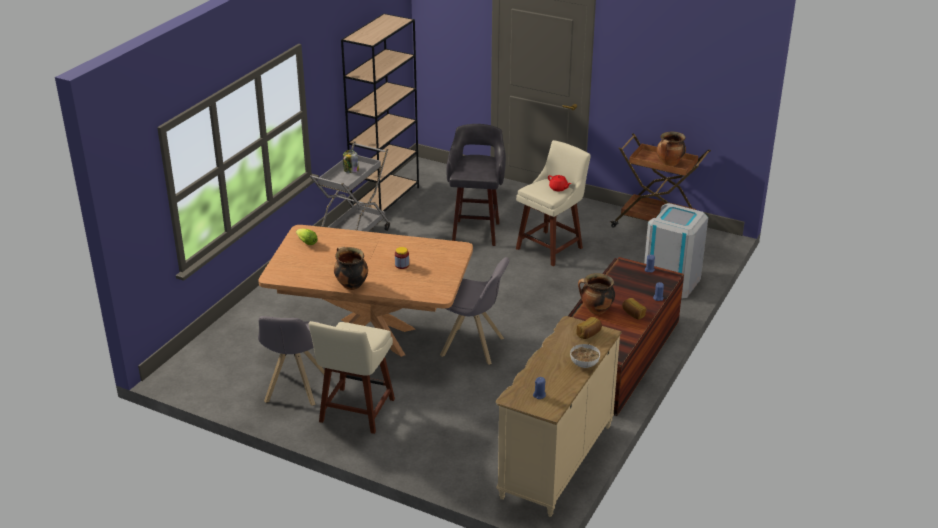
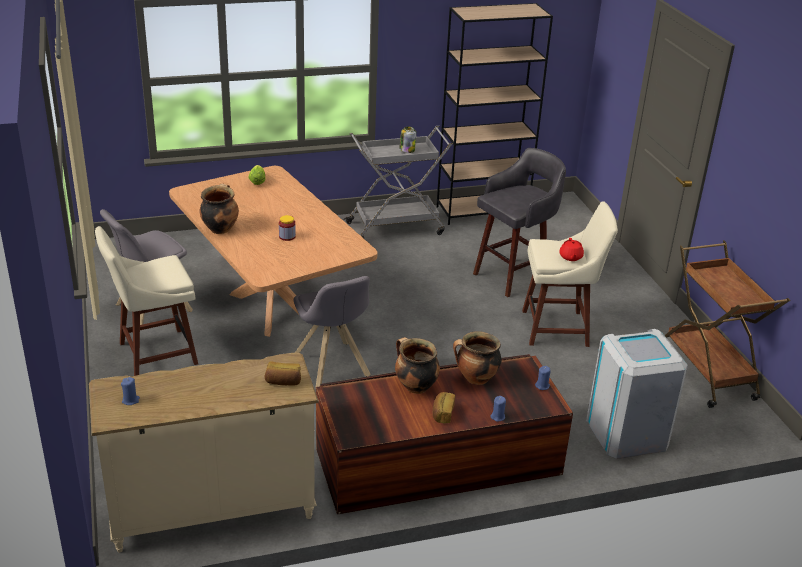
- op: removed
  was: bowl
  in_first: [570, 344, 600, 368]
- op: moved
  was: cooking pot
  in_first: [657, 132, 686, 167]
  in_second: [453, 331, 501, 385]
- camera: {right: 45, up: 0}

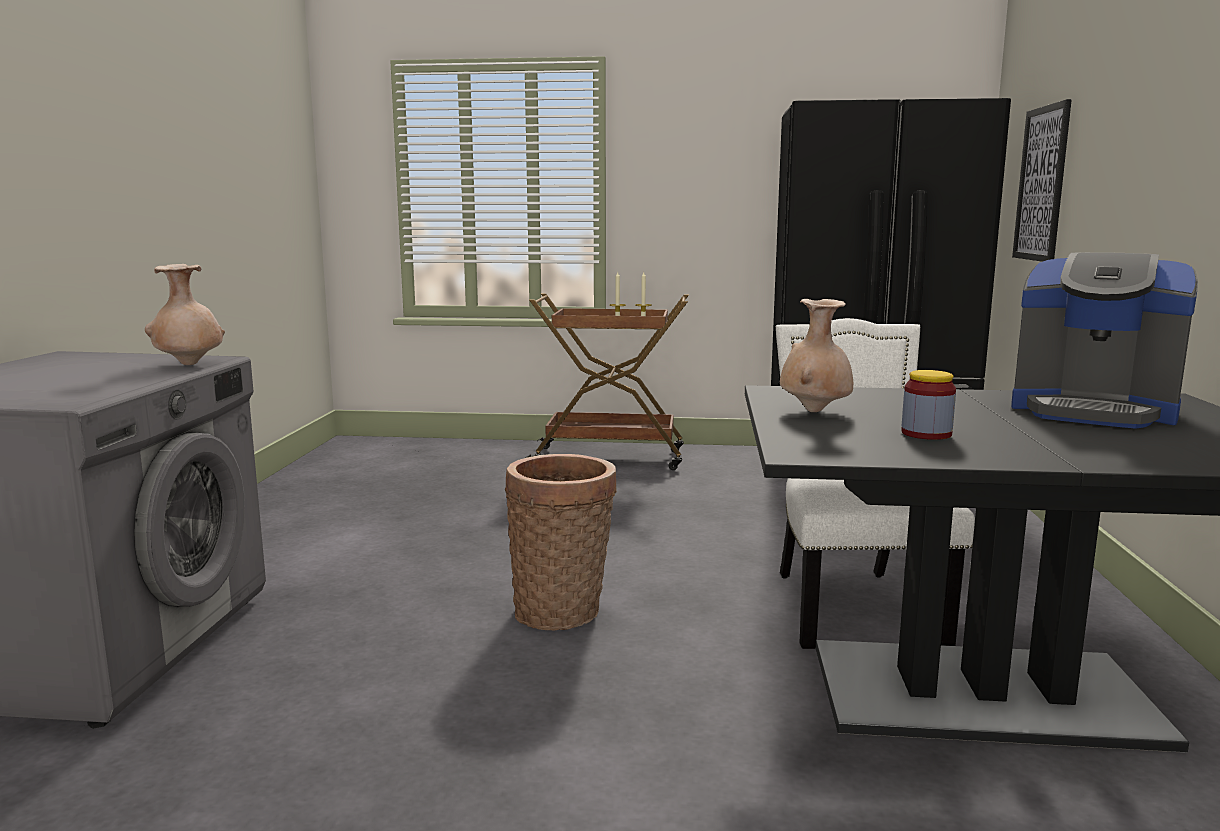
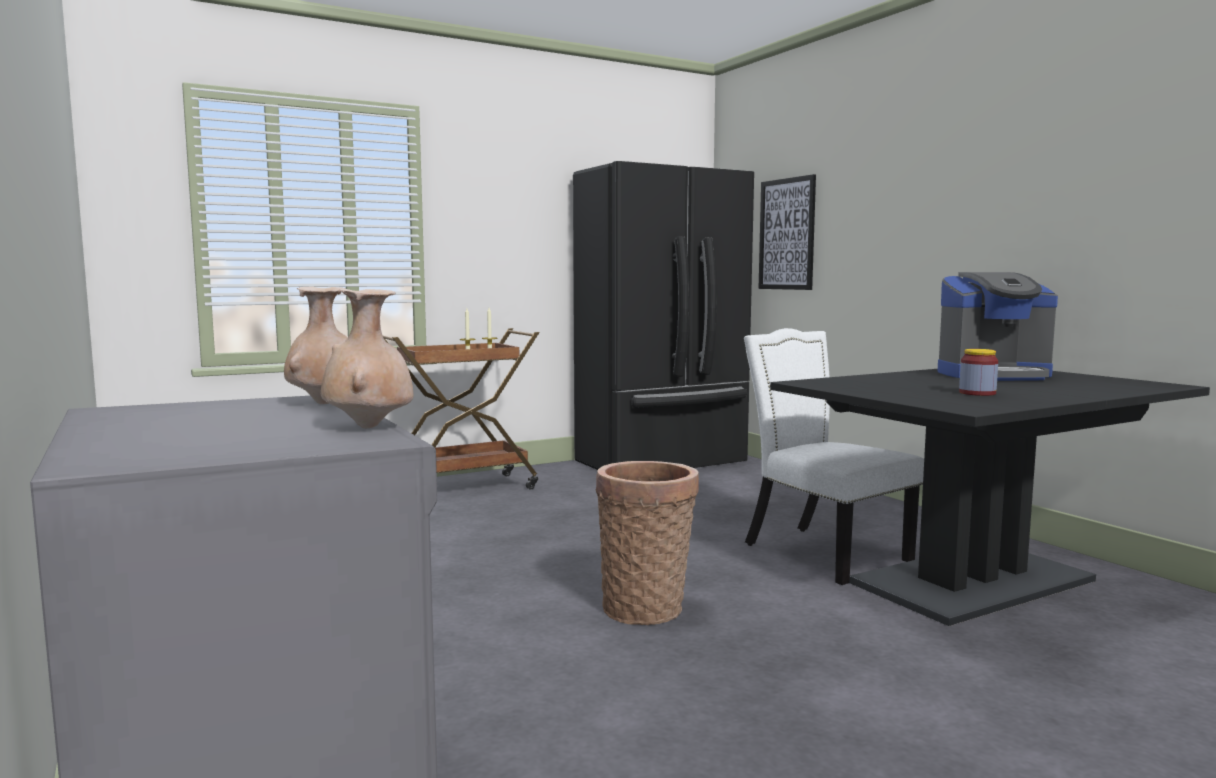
- op: moved
  was: sand-coloured vase
  in_first: [780, 299, 853, 412]
  in_second: [321, 289, 413, 428]
- camera: {right: -35, up: -5}

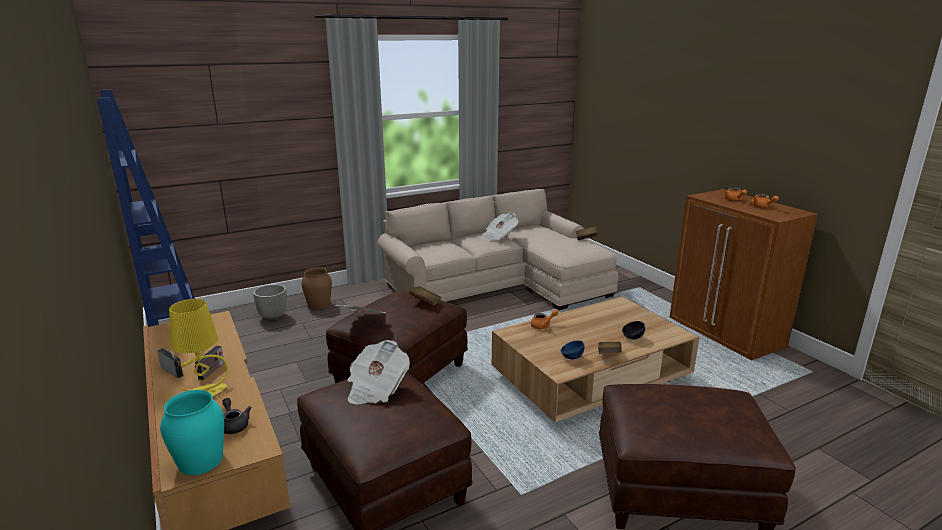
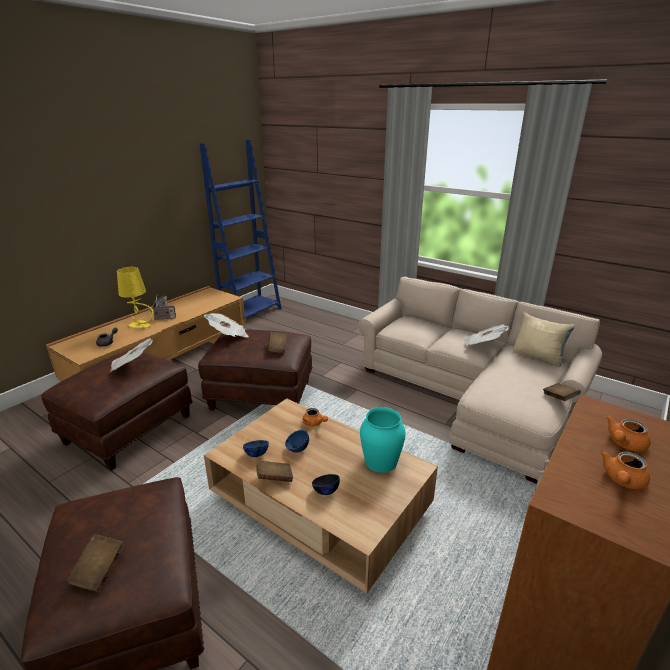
- op: moved
  was: turquoise vase
  in_first: [160, 390, 224, 475]
  in_second: [360, 407, 406, 473]
- op: removed
  was: gray plant pot
  in_first: [253, 284, 287, 320]
- op: removed
  was: brown vase
  in_first: [301, 267, 332, 309]
- op: added
  now: brown volume
  in_second: [66, 534, 124, 591]
- op: added
  now: blue-coloured bowl
  in_second: [285, 430, 309, 453]
- op: added
  now: sand-coloured pillow
  in_second: [512, 312, 575, 367]
- camera: {right: 65, up: 5}

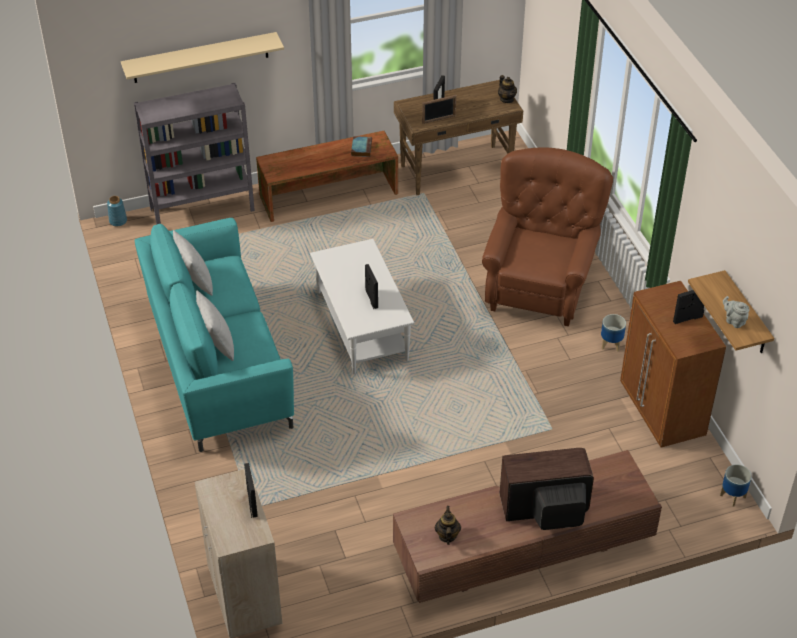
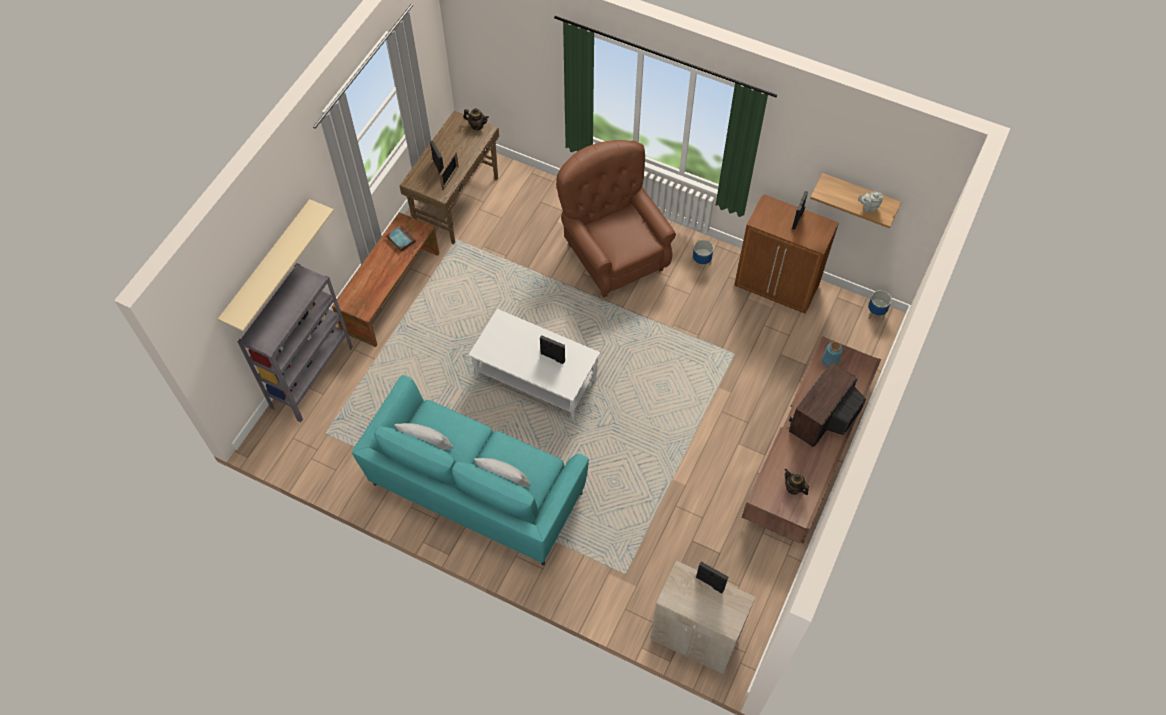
- op: moved
  was: blue-coloured vase
  in_first: [107, 196, 127, 226]
  in_second: [821, 342, 843, 367]
- camera: {right: -45, up: 15}

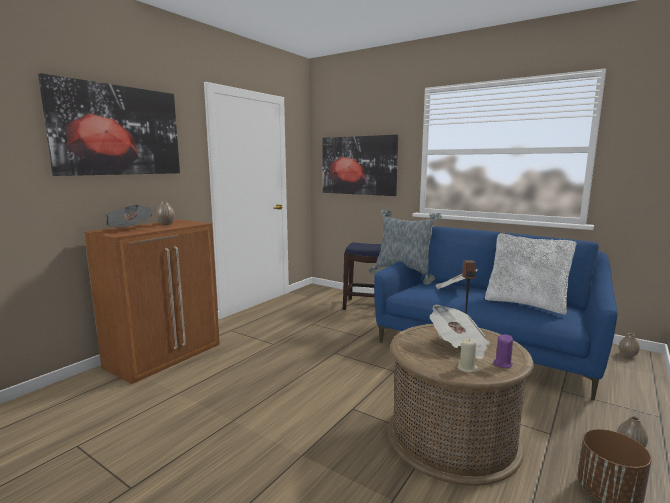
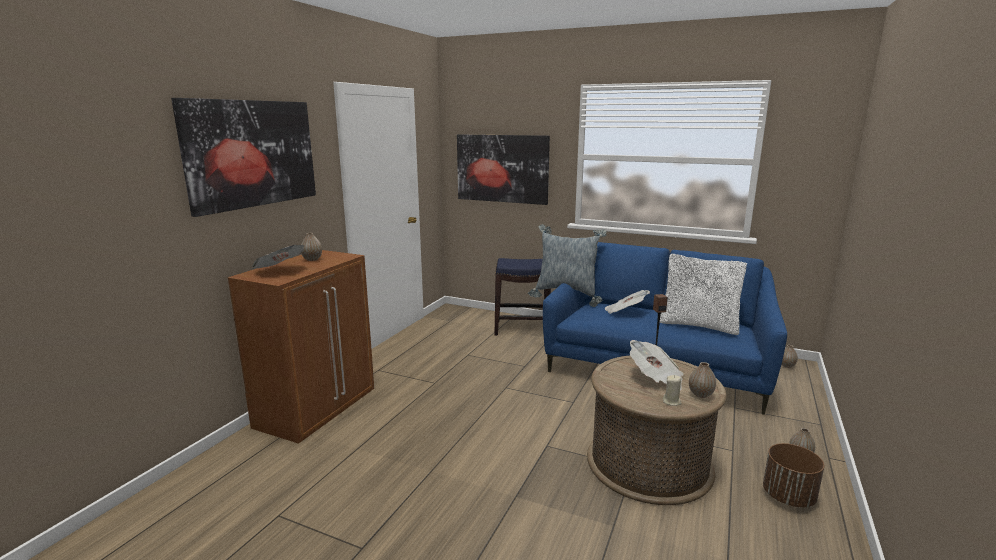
- op: replaced
  was: purplish wax candle
  now: vase
  in_first: [493, 334, 513, 369]
  in_second: [689, 362, 716, 398]
- camera: {right: -10, up: 5}

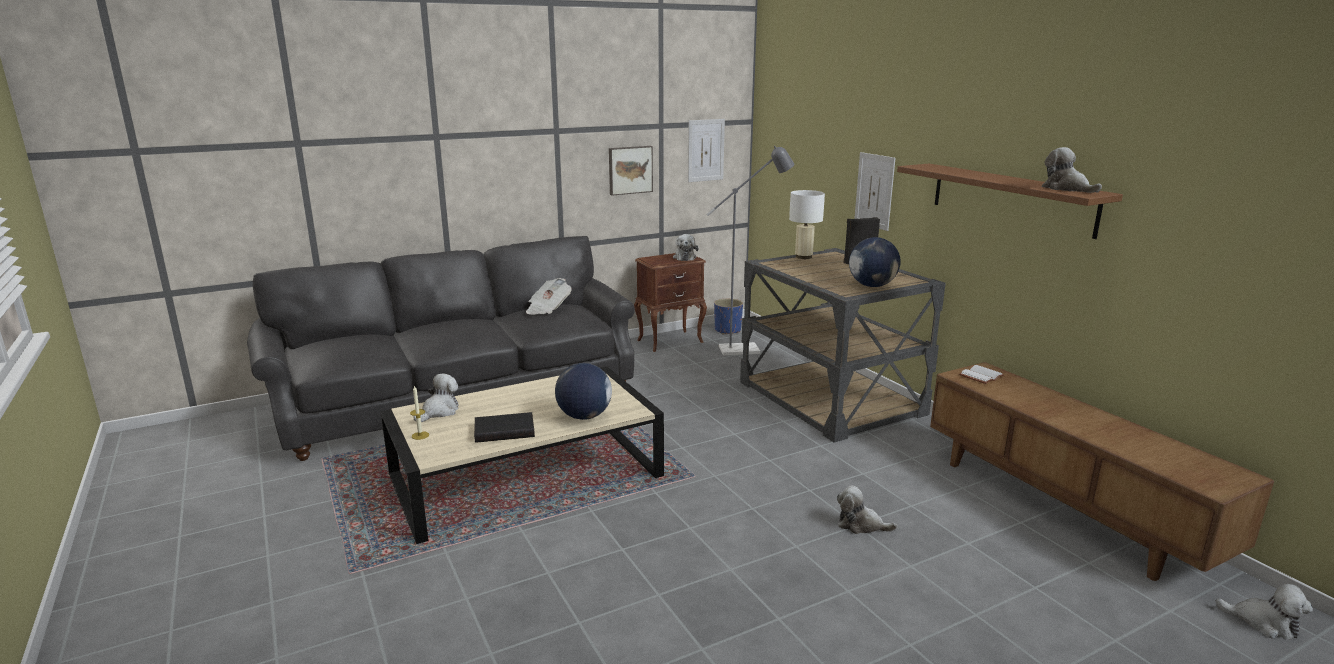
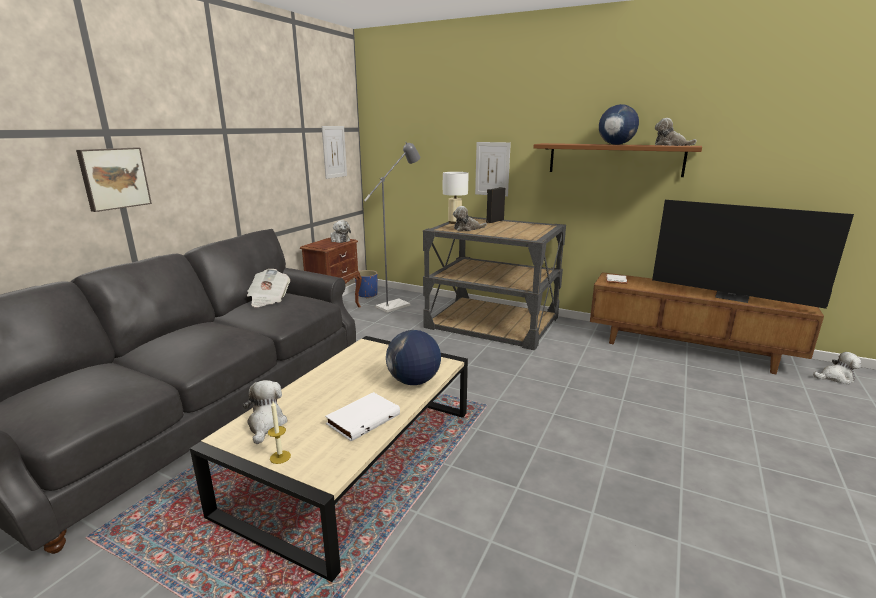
- op: recoloured
  was: blackish volume
  now: white volume
  in_first: [474, 412, 535, 443]
  in_second: [325, 392, 400, 441]
- op: moved
  was: wall art
  in_first: [609, 146, 653, 196]
  in_second: [76, 148, 152, 212]
- op: moved
  was: cuddly toy
  in_first: [837, 486, 898, 534]
  in_second: [453, 206, 487, 231]
- op: moved
  was: globe
  in_first: [849, 237, 901, 287]
  in_second: [599, 104, 639, 145]
- op: added
  now: TV
  in_second: [652, 200, 854, 309]
- camera: {right: -35, up: 0}

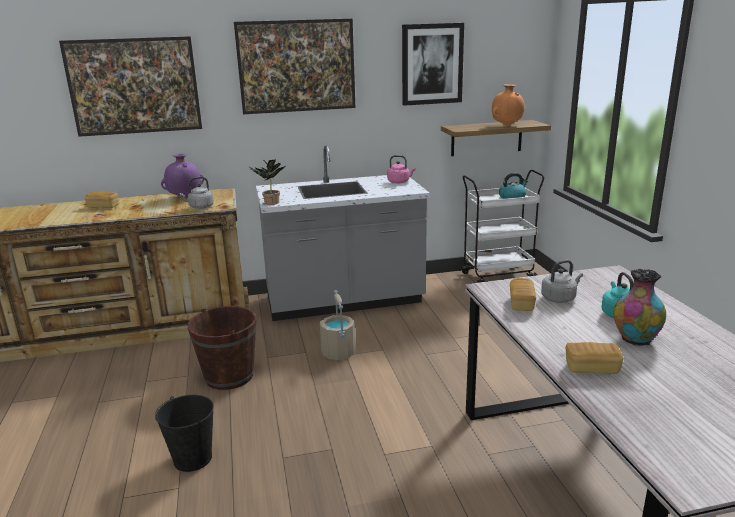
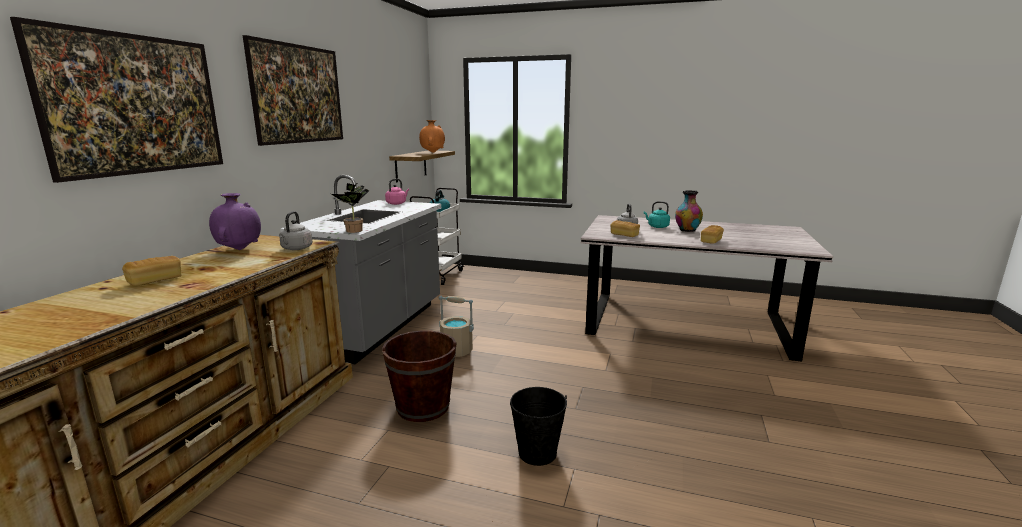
- op: removed
  was: wall art
  in_first: [402, 23, 464, 106]
- camera: {right: -60, up: -5}

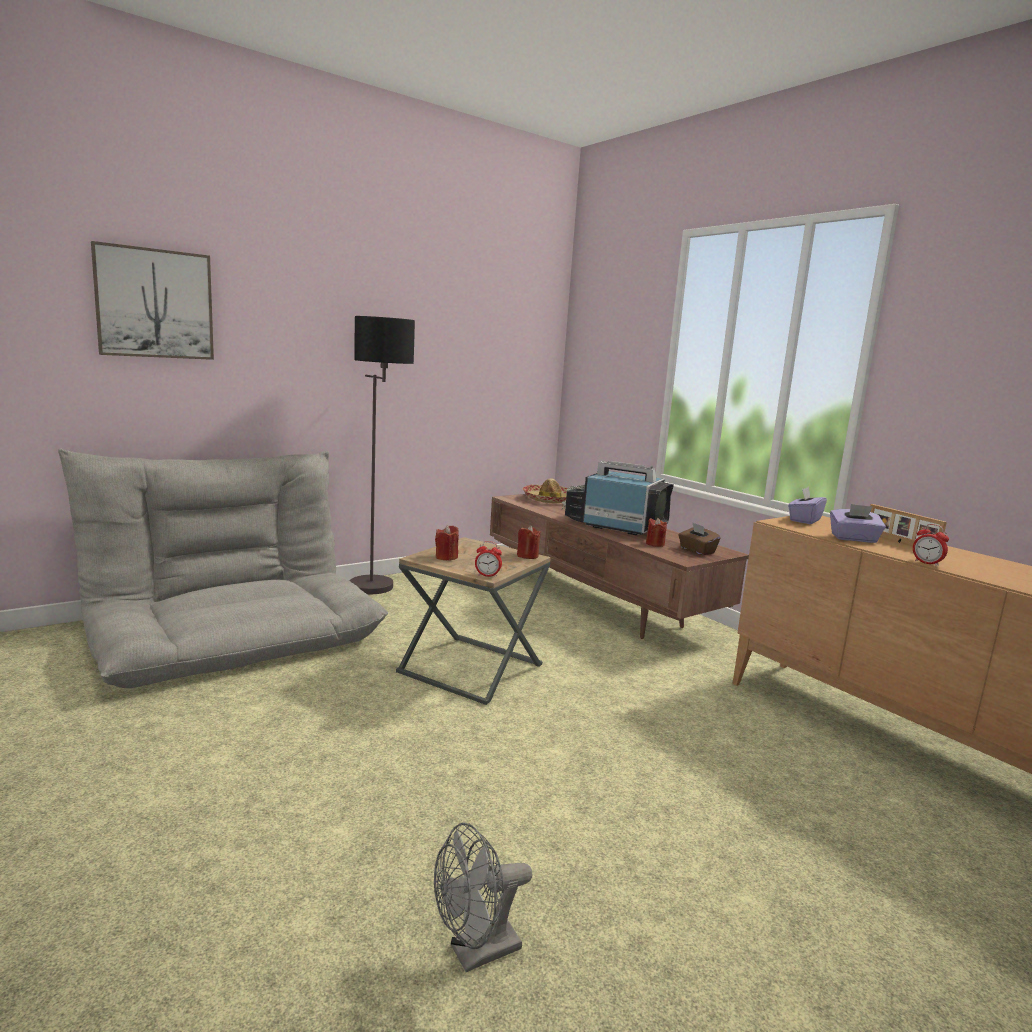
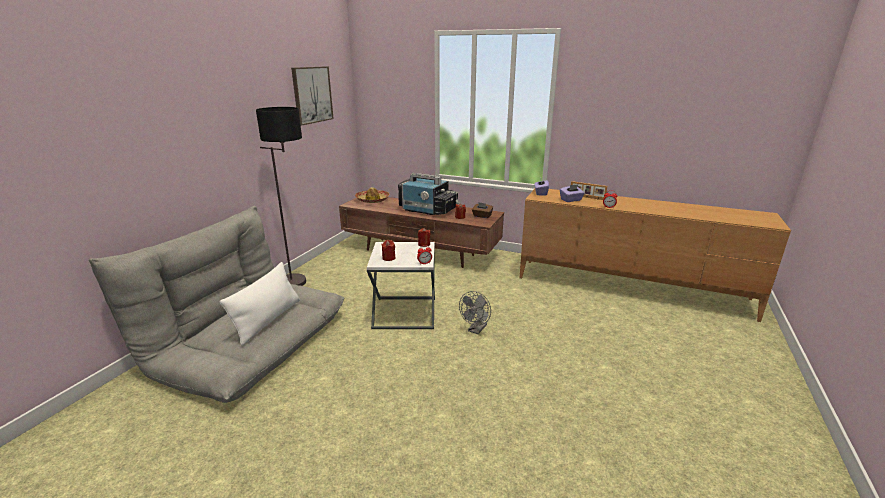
- op: moved
  was: wall art
  in_first: [91, 241, 214, 360]
  in_second: [291, 66, 334, 126]
- op: recoloured
  was: brown side table
  now: white side table
  in_first: [396, 537, 551, 705]
  in_second: [367, 242, 435, 329]
- op: moved
  was: gray electric fan
  in_first: [434, 823, 532, 972]
  in_second: [459, 291, 491, 334]
- op: turned
  was: TV
  in_first: [562, 461, 674, 535]
  in_second: [398, 172, 459, 215]
  clockwise: -150
- op: added
  now: white pillow
  in_second: [220, 262, 300, 345]
- camera: {right: -30, up: 10}

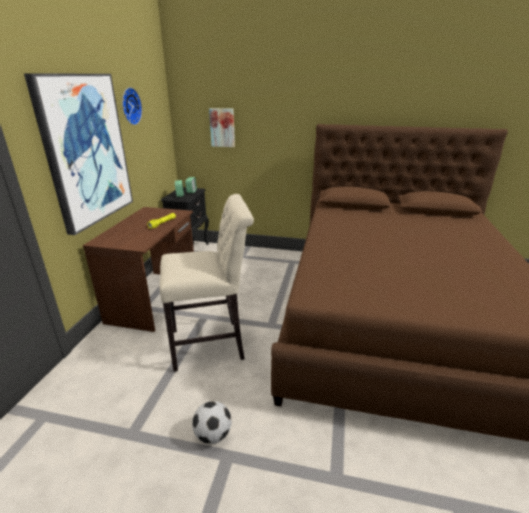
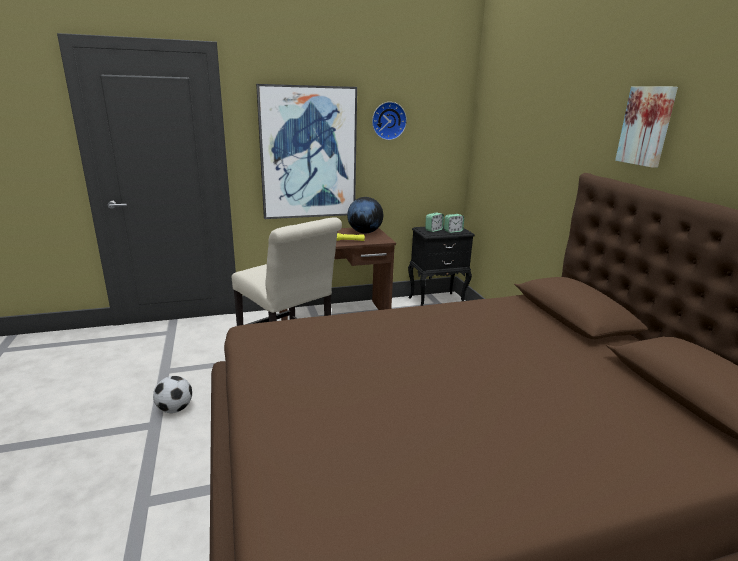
- op: moved
  was: wall art
  in_first: [209, 108, 235, 147]
  in_second: [615, 86, 678, 168]
- op: added
  now: globe
  in_second: [347, 197, 383, 233]
- camera: {right: 60, up: -5}

